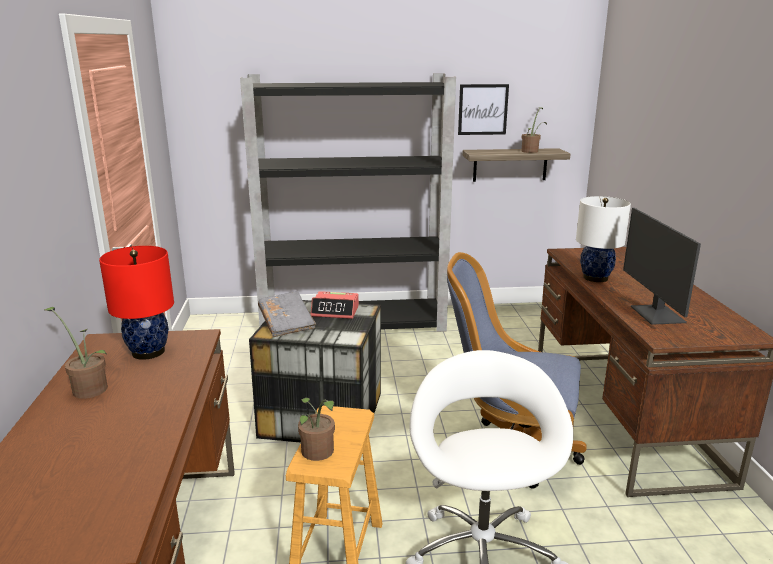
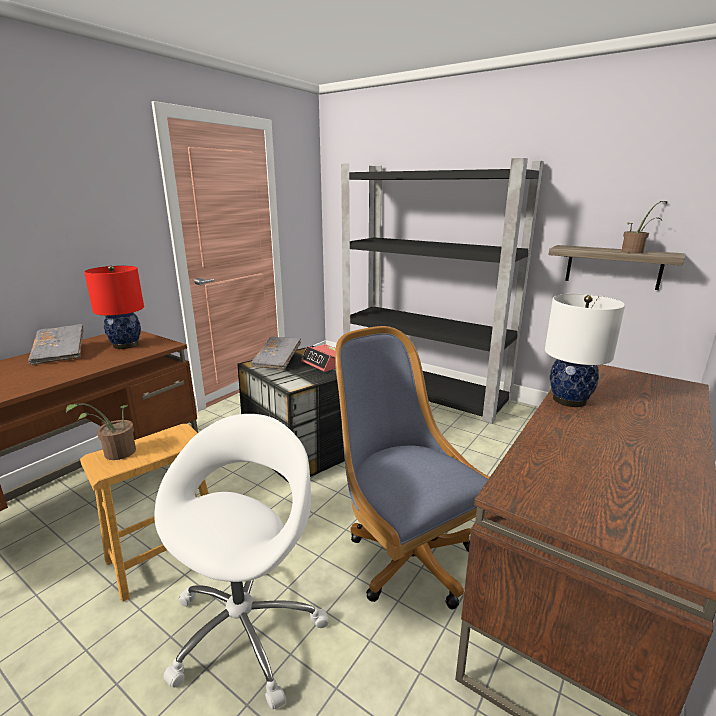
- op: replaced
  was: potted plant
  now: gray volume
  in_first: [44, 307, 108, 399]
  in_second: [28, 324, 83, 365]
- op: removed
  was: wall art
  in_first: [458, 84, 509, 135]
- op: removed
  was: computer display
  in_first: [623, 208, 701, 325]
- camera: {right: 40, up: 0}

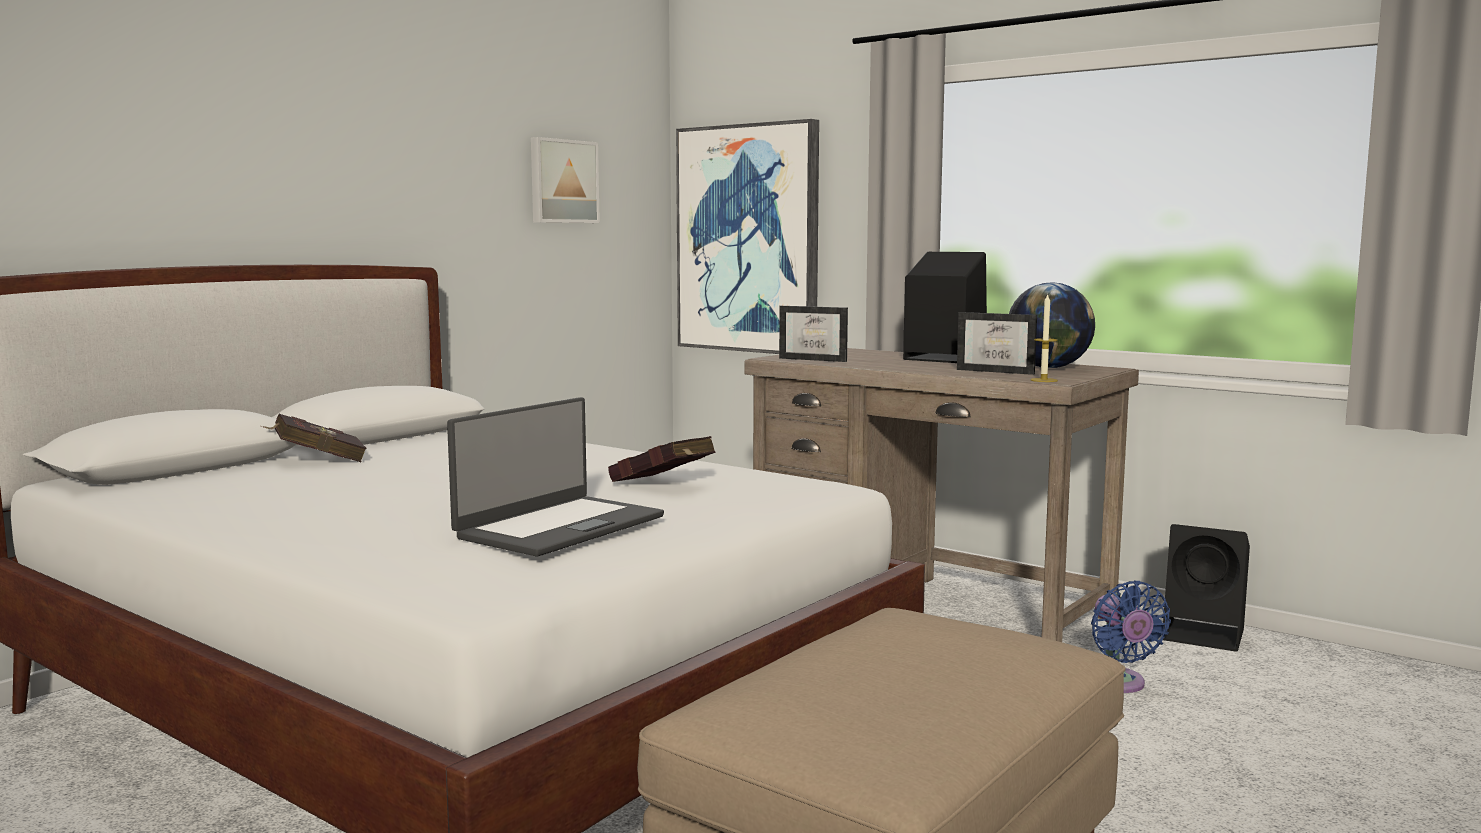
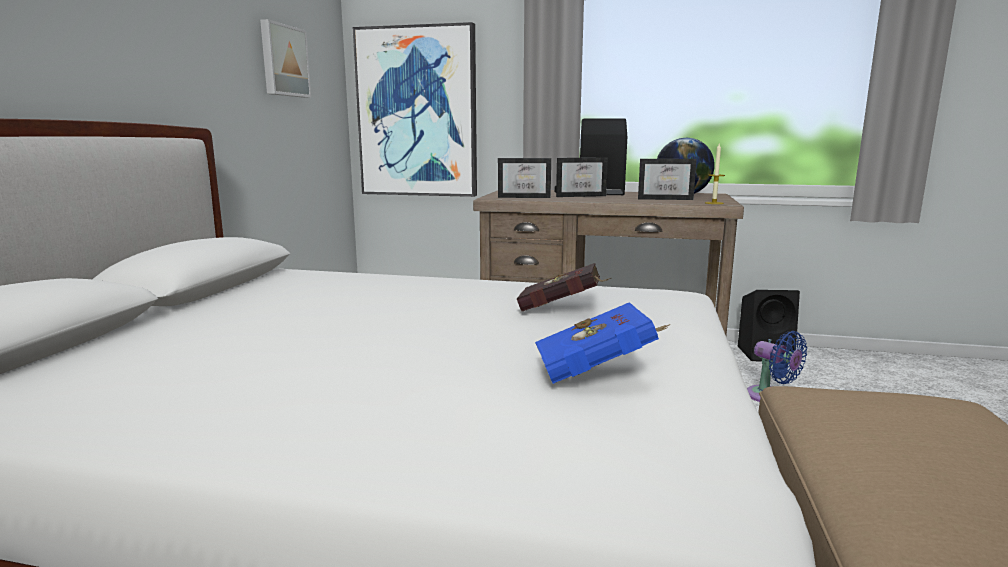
- op: removed
  was: red volume
  in_first: [261, 414, 367, 462]
- op: replaced
  was: portable computer
  now: blue-coloured volume
  in_first: [447, 397, 664, 557]
  in_second: [535, 302, 671, 384]
- op: added
  now: picture frame
  in_second: [555, 157, 608, 197]
- camera: {right: -25, up: 5}

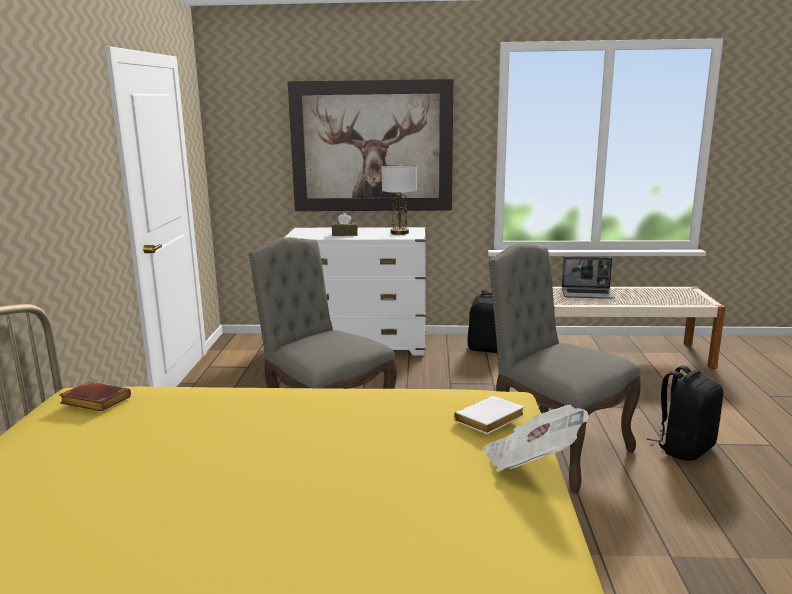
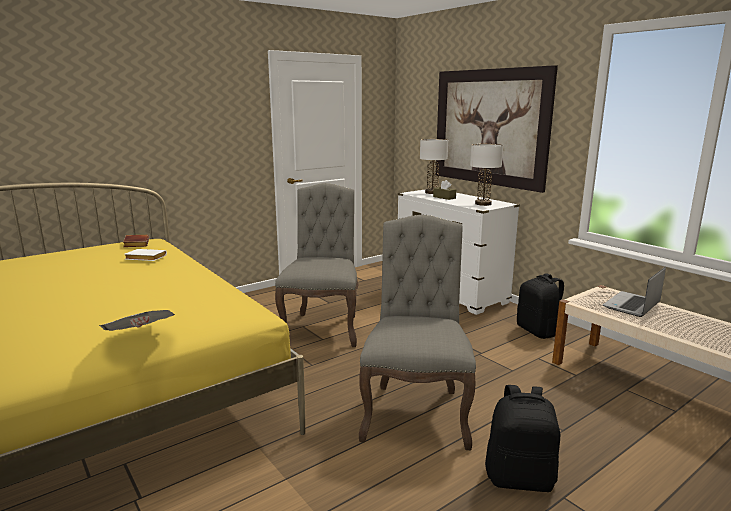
- op: moved
  was: white volume
  in_first: [454, 396, 525, 434]
  in_second: [124, 249, 167, 261]
- op: turned
  was: portable computer
  in_first: [562, 257, 615, 299]
  in_second: [603, 267, 666, 317]
  clockwise: 75
- op: added
  now: table lamp
  in_second: [420, 139, 448, 194]
- camera: {right: 50, up: 0}

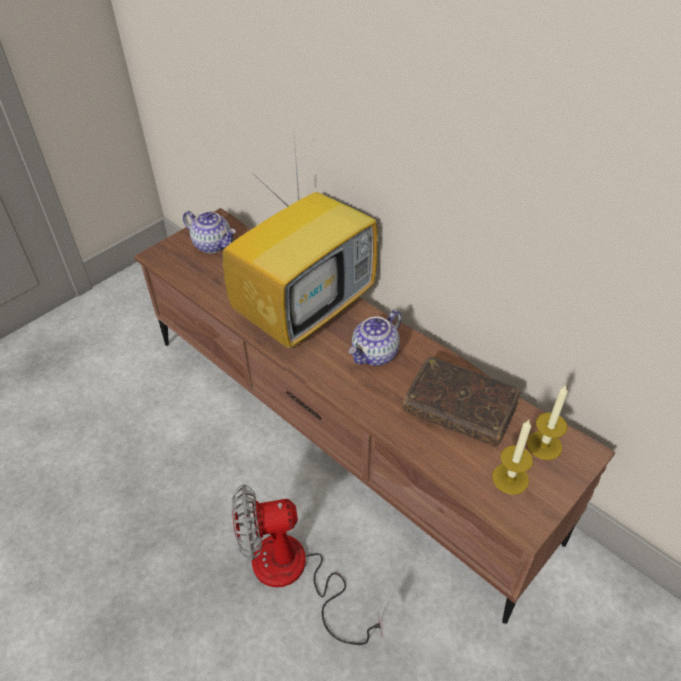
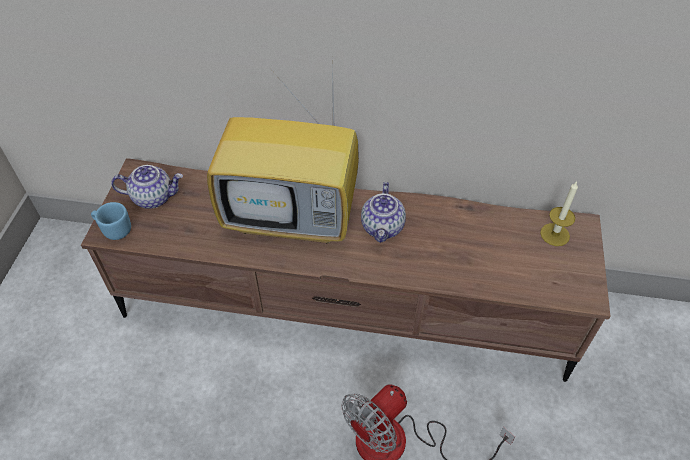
- op: turned
  was: TV
  in_first: [223, 123, 378, 348]
  in_second: [207, 60, 359, 243]
  clockwise: 90
- op: removed
  was: brown volume
  in_first: [402, 356, 521, 447]
- op: removed
  was: wax candle
  in_first: [492, 420, 533, 495]
- op: added
  now: blue-coloured tea mug
  in_second: [91, 202, 131, 240]
- camera: {right: -35, up: 5}

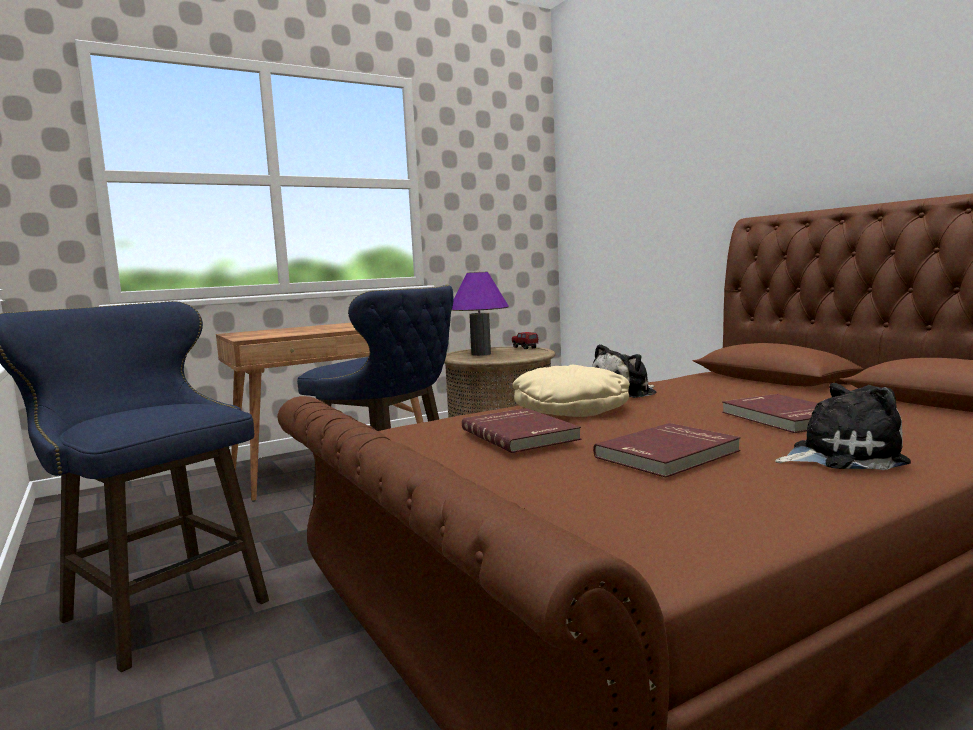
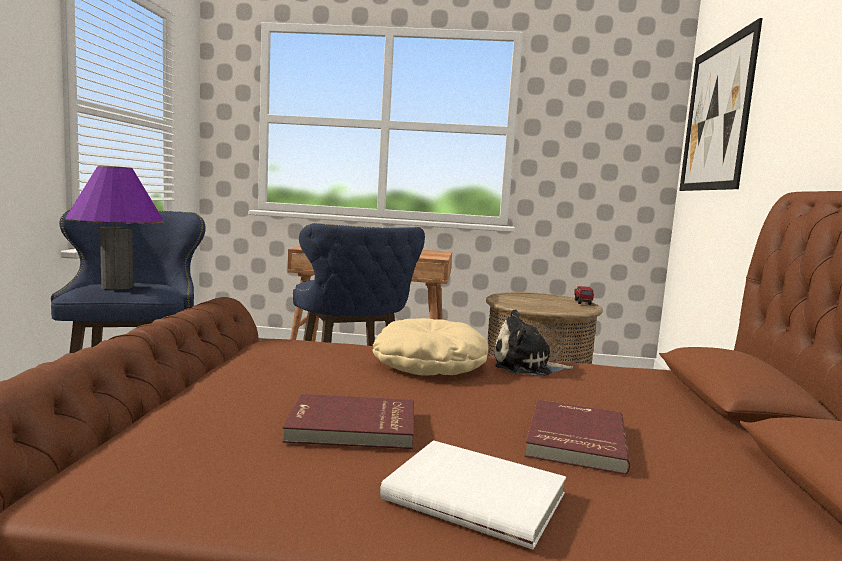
- op: moved
  was: purplish table lamp
  in_first: [451, 272, 509, 356]
  in_second: [65, 166, 164, 290]
- op: removed
  was: red volume
  in_first: [462, 408, 581, 453]
- op: replaced
  was: cuddly toy
  now: white volume
  in_first: [775, 383, 911, 470]
  in_second: [380, 440, 566, 549]
- op: added
  now: wall art
  in_second: [679, 18, 763, 191]
- camera: {right: 35, up: 0}

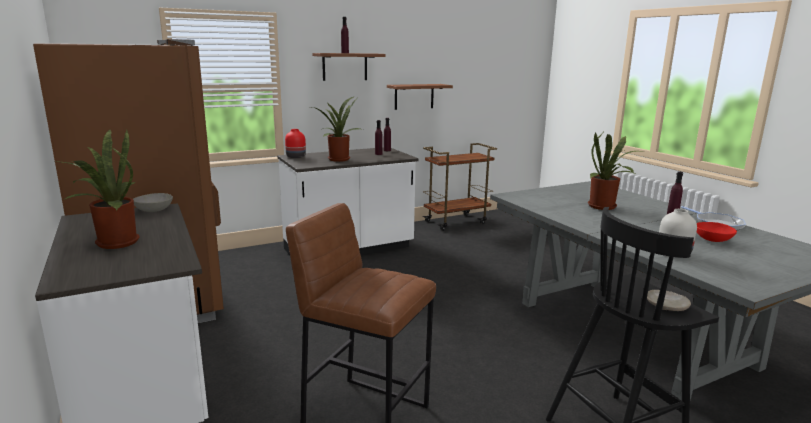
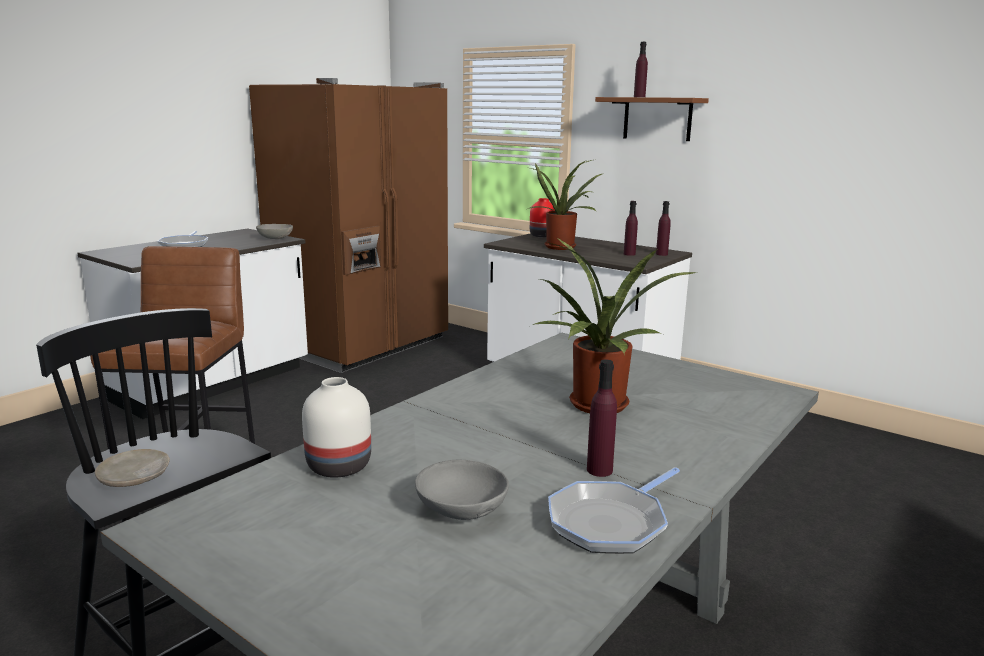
- op: replaced
  was: potted plant
  now: frying pan
  in_first: [53, 129, 140, 249]
  in_second: [157, 231, 208, 247]
- op: removed
  was: brown bracket shelf
  in_first: [387, 84, 453, 110]
- op: removed
  was: brown wheeled cart
  in_first: [423, 143, 497, 231]
- op: recoloured
  was: red bowl
  now: gray bowl
  in_first: [697, 222, 737, 242]
  in_second: [415, 460, 509, 520]
- camera: {right: 65, up: 0}

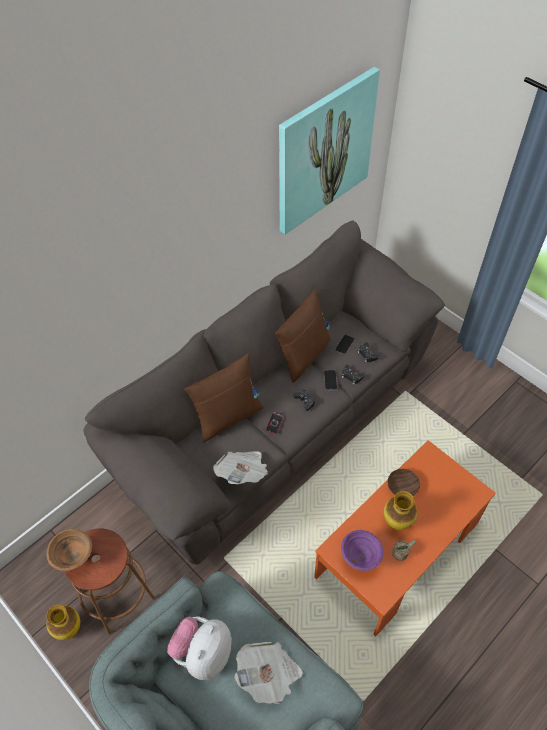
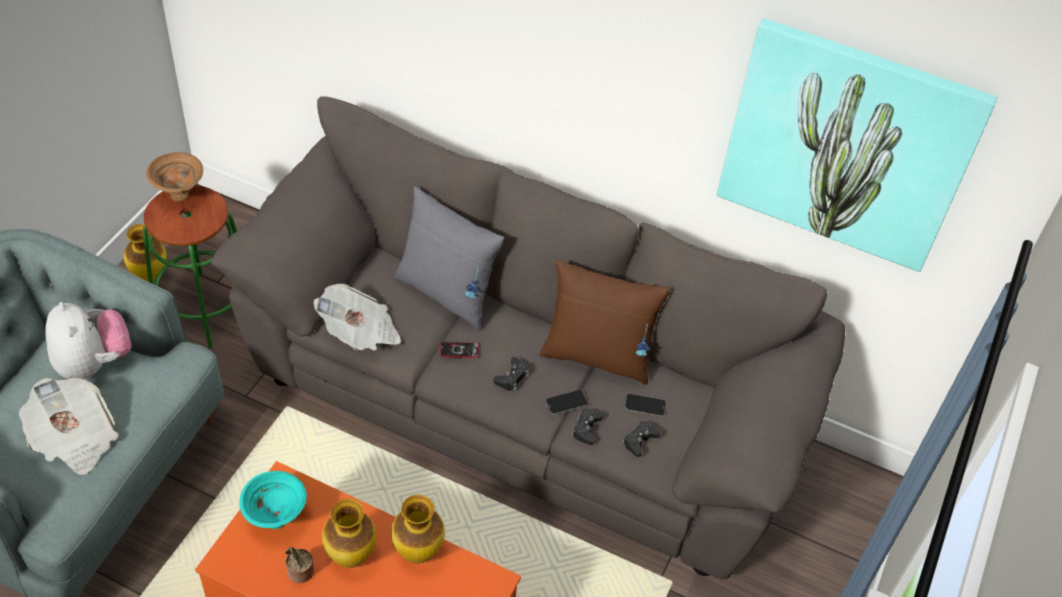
- op: recoloured
  was: brown sitting stool
  now: green sitting stool
  in_first: [65, 528, 155, 635]
  in_second: [143, 185, 237, 349]
- op: turned
  was: cuddly toy
  in_first: [167, 616, 232, 680]
  in_second: [45, 302, 132, 379]
  clockwise: 60
- op: recoloured
  was: brown pillow
  now: gray pillow
  in_first: [184, 353, 263, 442]
  in_second: [394, 186, 504, 330]
- op: recoloured
  was: purplish bowl
  now: turquoise bowl
  in_first: [341, 530, 383, 571]
  in_second: [239, 471, 307, 529]
- op: replaced
  was: brown bowl
  now: vase
  in_first: [388, 469, 420, 496]
  in_second: [391, 495, 445, 564]
- camera: {right: 65, up: -5}

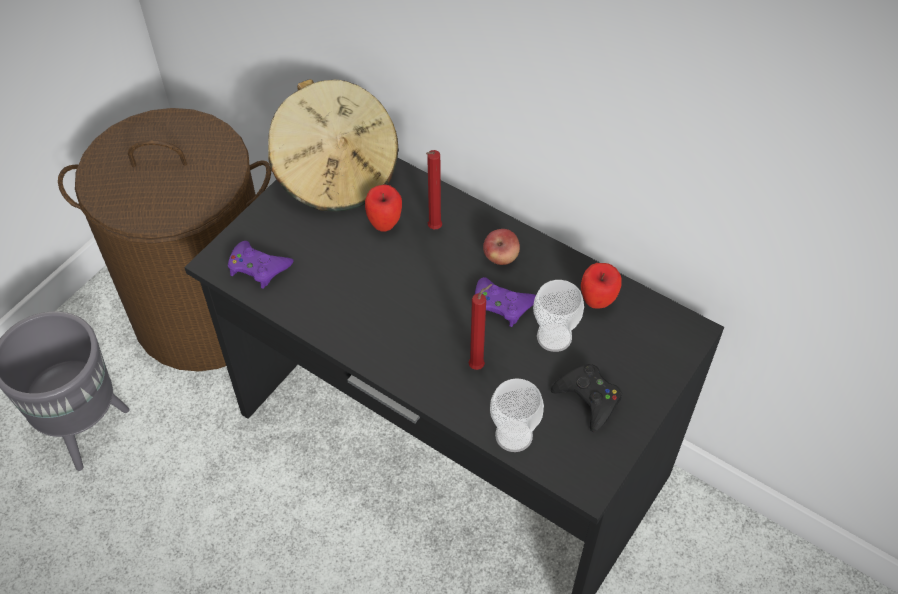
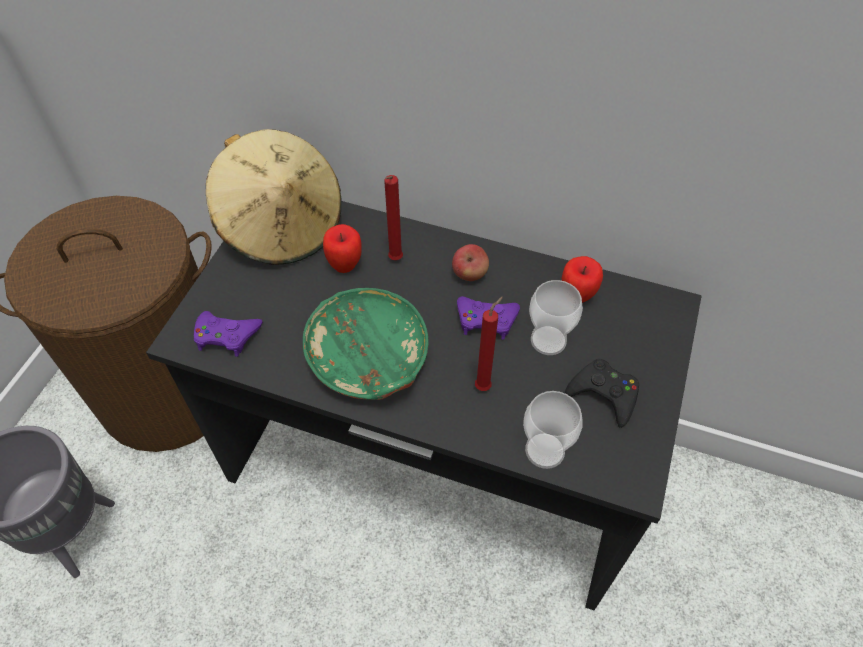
- op: added
  now: green bowl
  in_second: [303, 288, 429, 400]
- camera: {right: -15, up: 0}

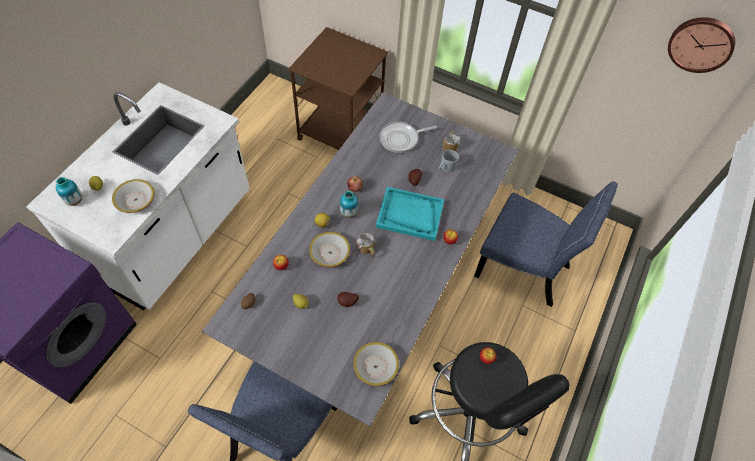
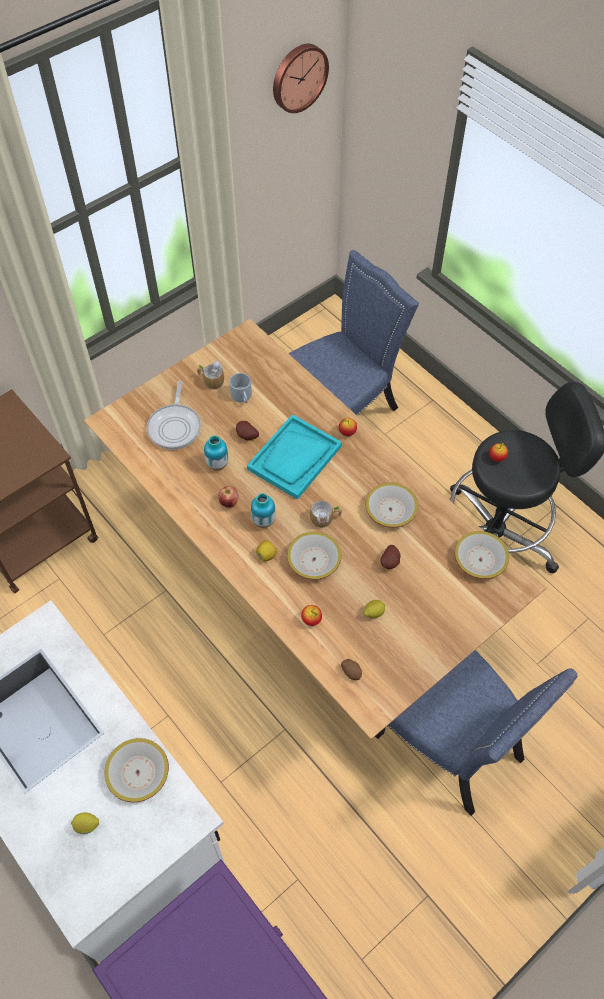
- op: moved
  was: vase
  in_first: [56, 177, 82, 206]
  in_second: [204, 435, 228, 470]
- op: recoloured
  was: gray kitchen table
  now: brown kitchen table
  in_first: [202, 92, 519, 426]
  in_second: [84, 319, 546, 739]
- op: added
  now: bowl
  in_second: [365, 483, 418, 528]
- camera: {right: -65, up: 0}

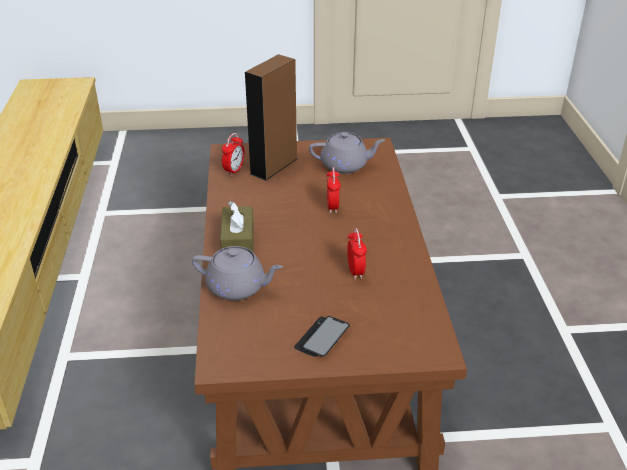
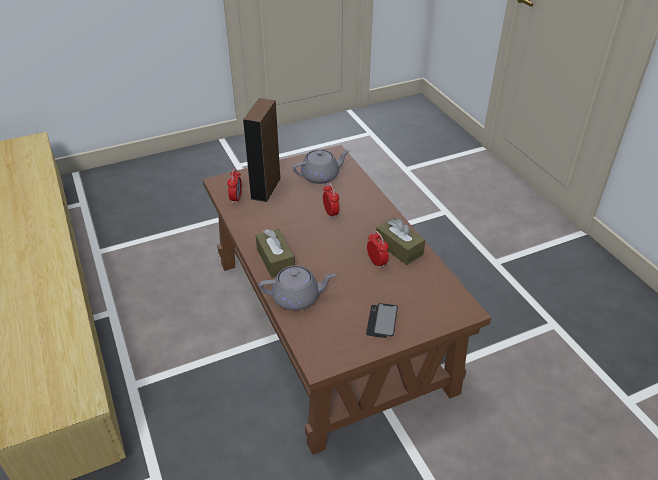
- op: added
  now: brown tissue holder
  in_second: [376, 218, 425, 265]
- camera: {right: -20, up: 5}

